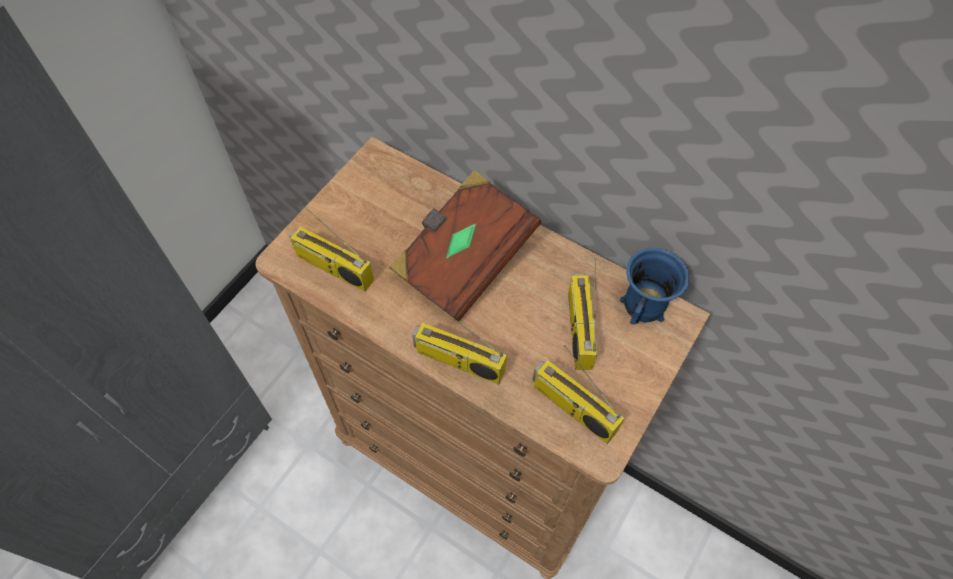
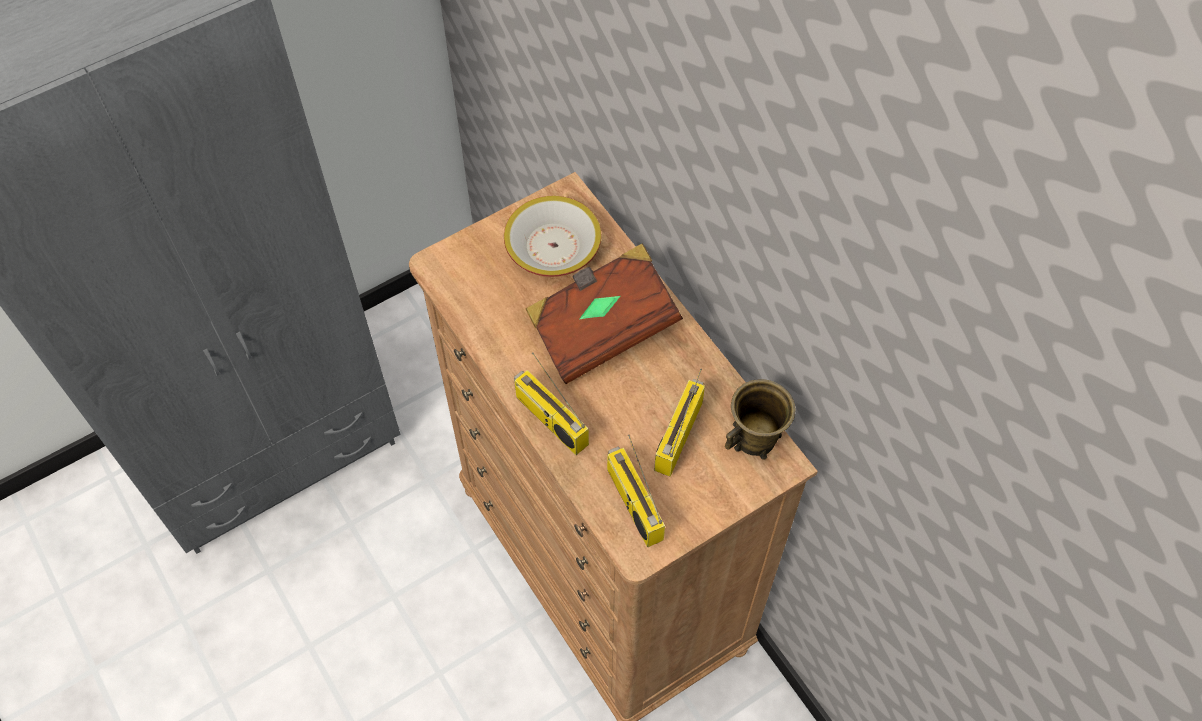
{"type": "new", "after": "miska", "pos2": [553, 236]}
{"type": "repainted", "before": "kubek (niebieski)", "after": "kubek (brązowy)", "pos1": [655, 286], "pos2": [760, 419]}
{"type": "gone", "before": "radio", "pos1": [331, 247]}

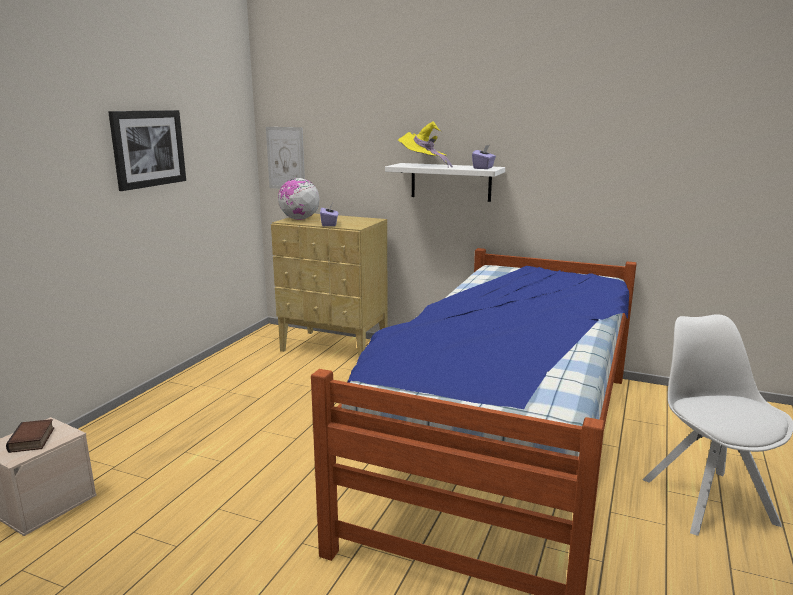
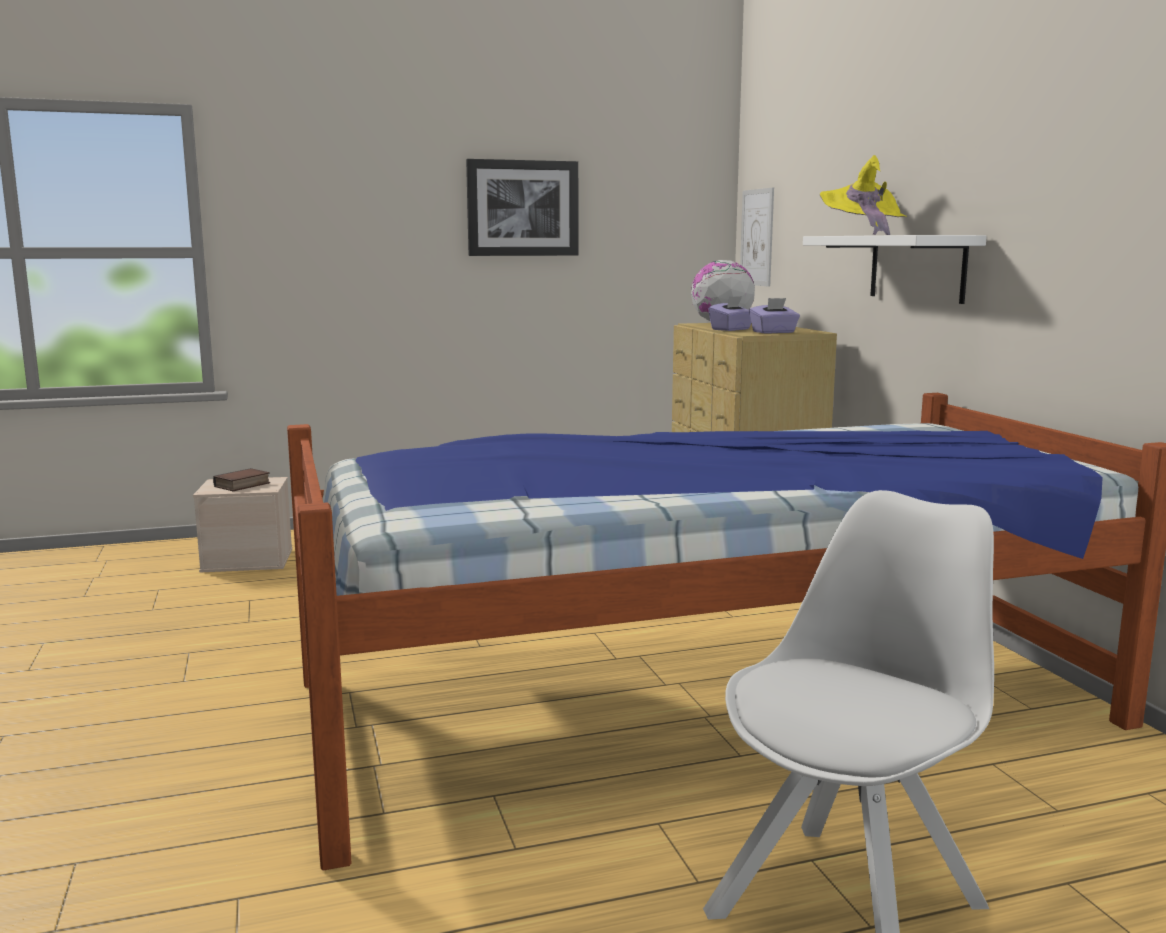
{"type": "shifted", "before": "pudełko chusteczek (fioletowy)", "pos1": [484, 157], "pos2": [774, 316]}

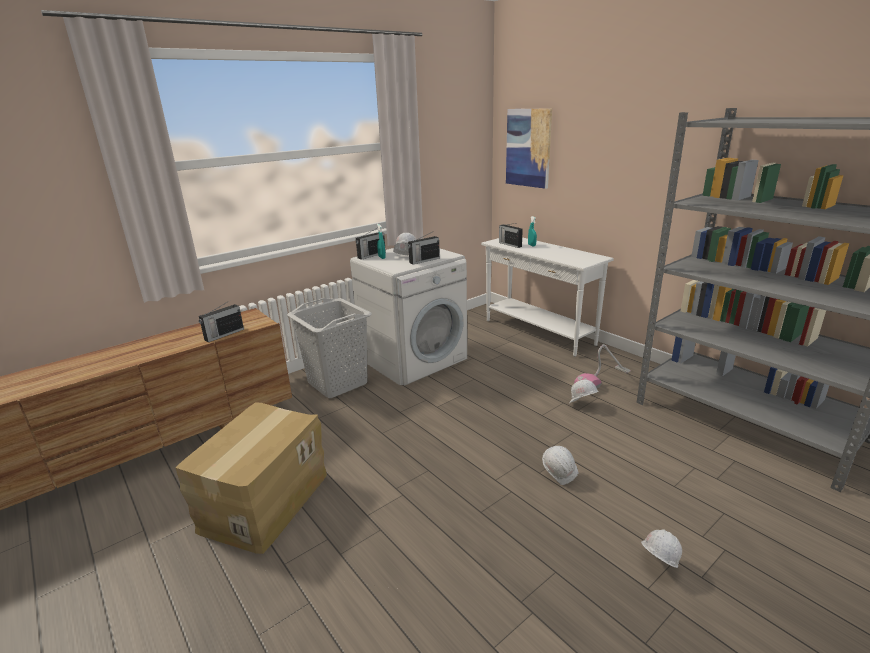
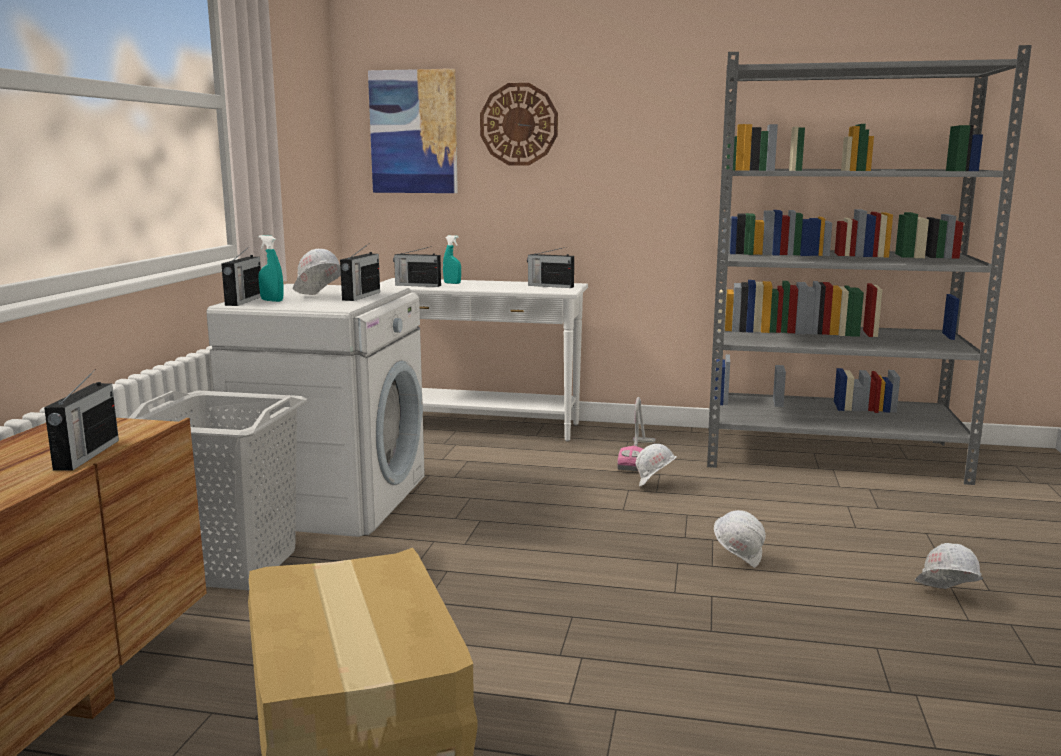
{"type": "new", "after": "zegar ścienny", "pos2": [519, 124]}
{"type": "new", "after": "radio", "pos2": [550, 267]}

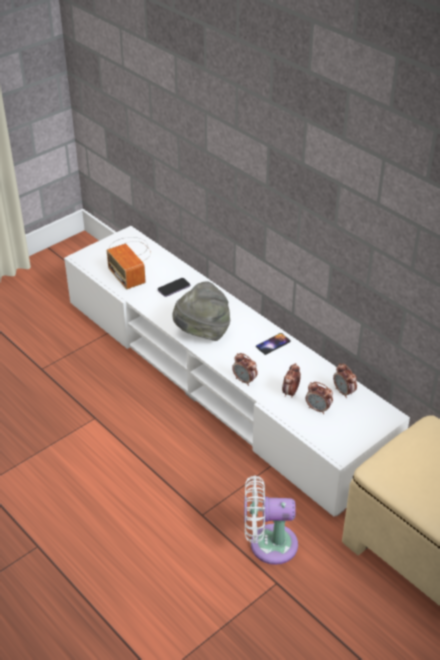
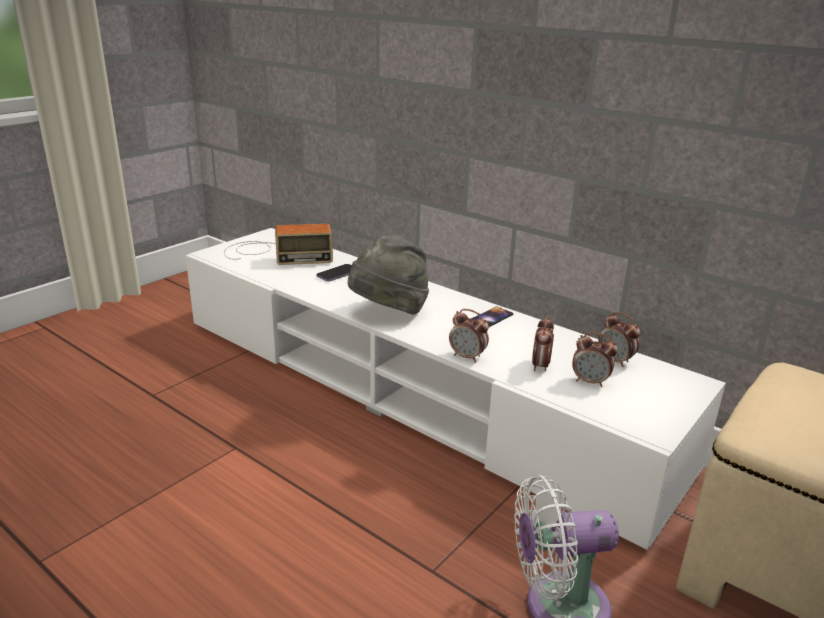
{"type": "rotated", "before": "radio", "pos1": [129, 263], "pos2": [278, 244], "turn": -60}

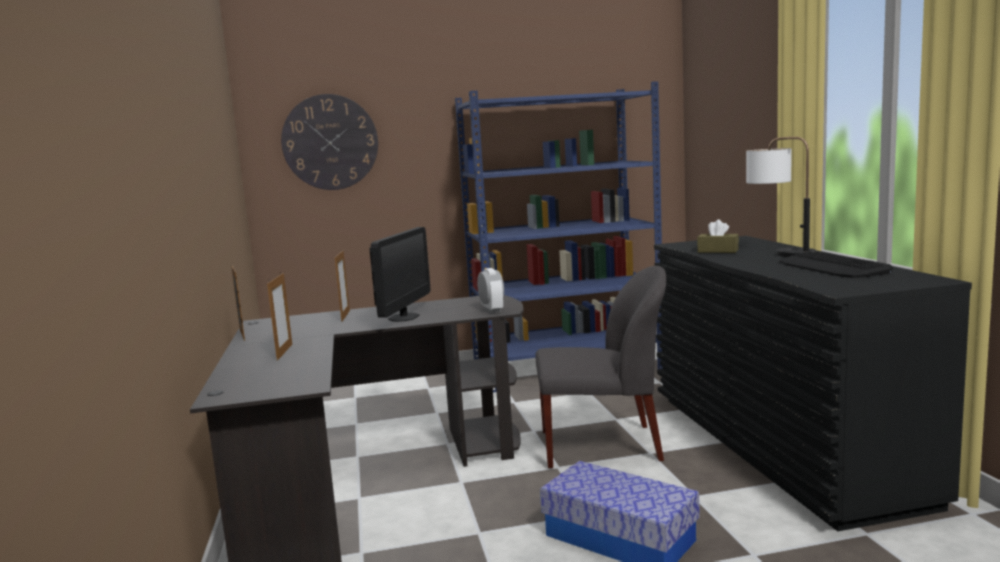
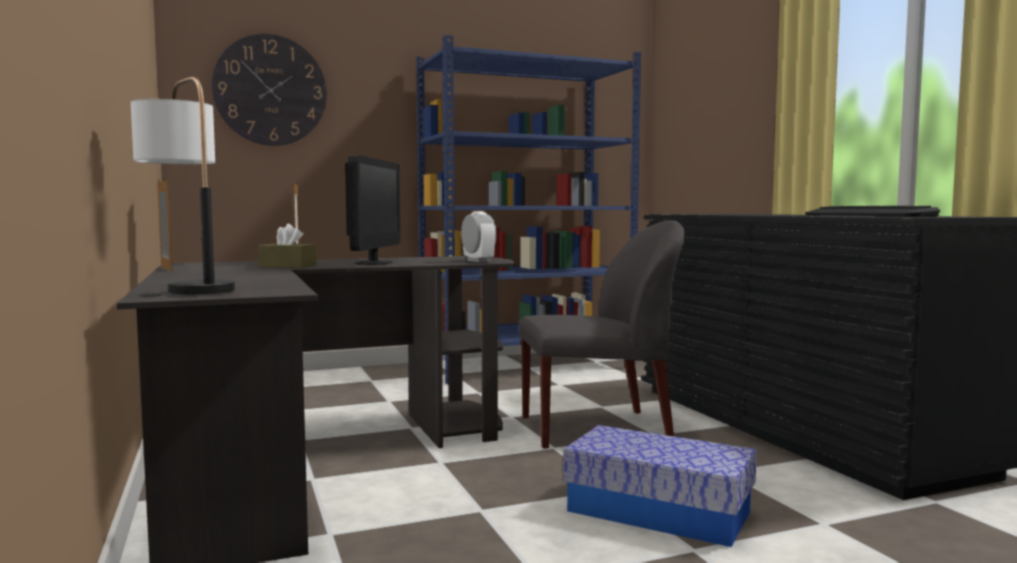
{"type": "shifted", "before": "lampa stołowa", "pos1": [781, 197], "pos2": [183, 185]}
{"type": "shifted", "before": "pudełko chusteczek (brązowy)", "pos1": [718, 236], "pos2": [287, 246]}
{"type": "gone", "before": "ramka na zdjęcie", "pos1": [279, 316]}

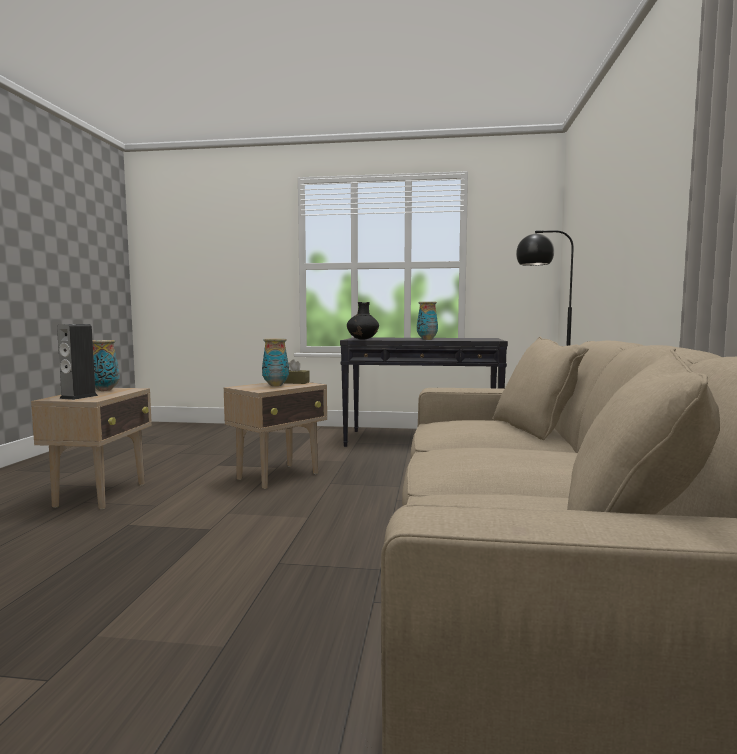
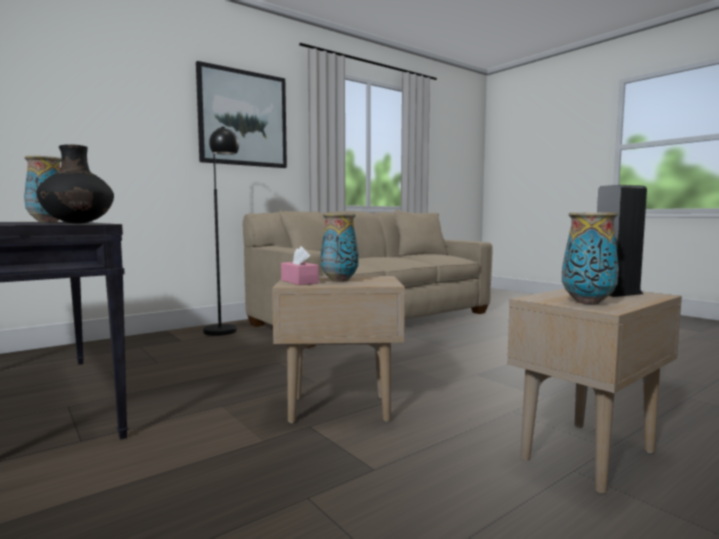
{"type": "new", "after": "obraz", "pos2": [241, 114]}
{"type": "repainted", "before": "pudełko chusteczek (brązowy)", "after": "pudełko chusteczek (różowy)", "pos1": [297, 371], "pos2": [300, 265]}

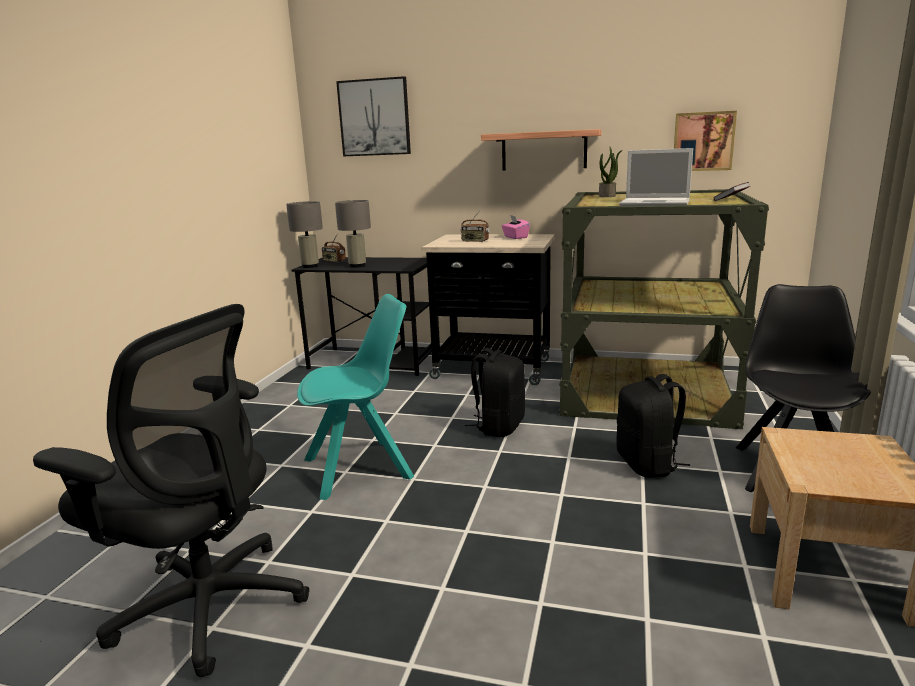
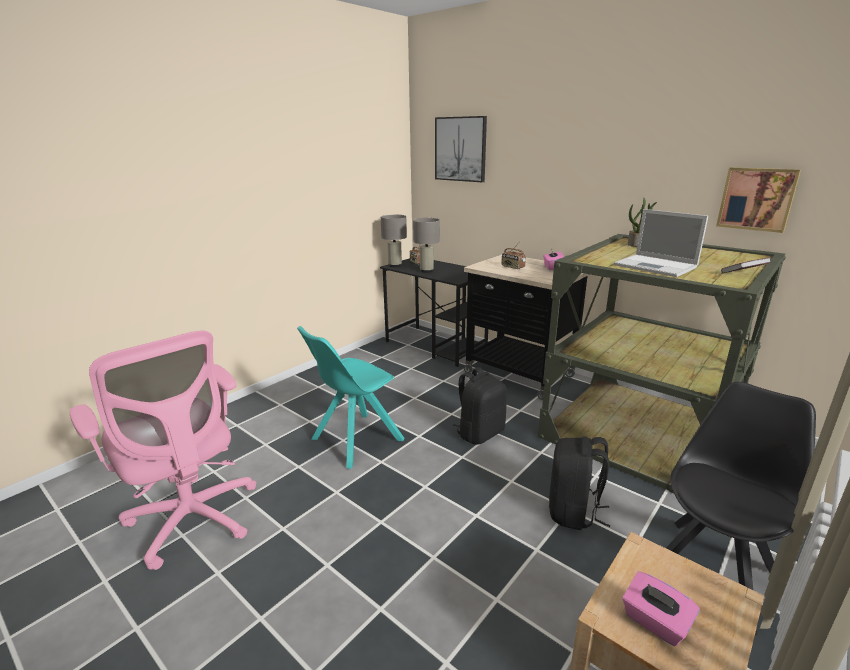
{"type": "repainted", "before": "krzesło biurowe (czarny)", "after": "krzesło biurowe (różowy)", "pos1": [171, 490], "pos2": [163, 450]}
{"type": "rotated", "before": "krzesło (turkusowy)", "pos1": [355, 397], "pos2": [350, 397], "turn": 135}
{"type": "new", "after": "pudełko chusteczek (różowy)", "pos2": [661, 608]}
{"type": "gone", "before": "półka", "pos1": [541, 150]}

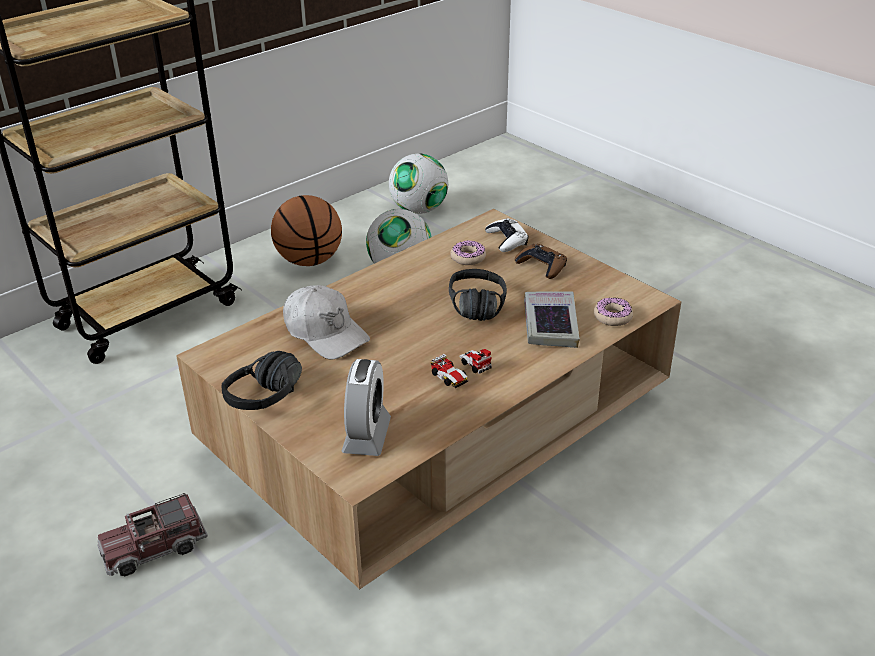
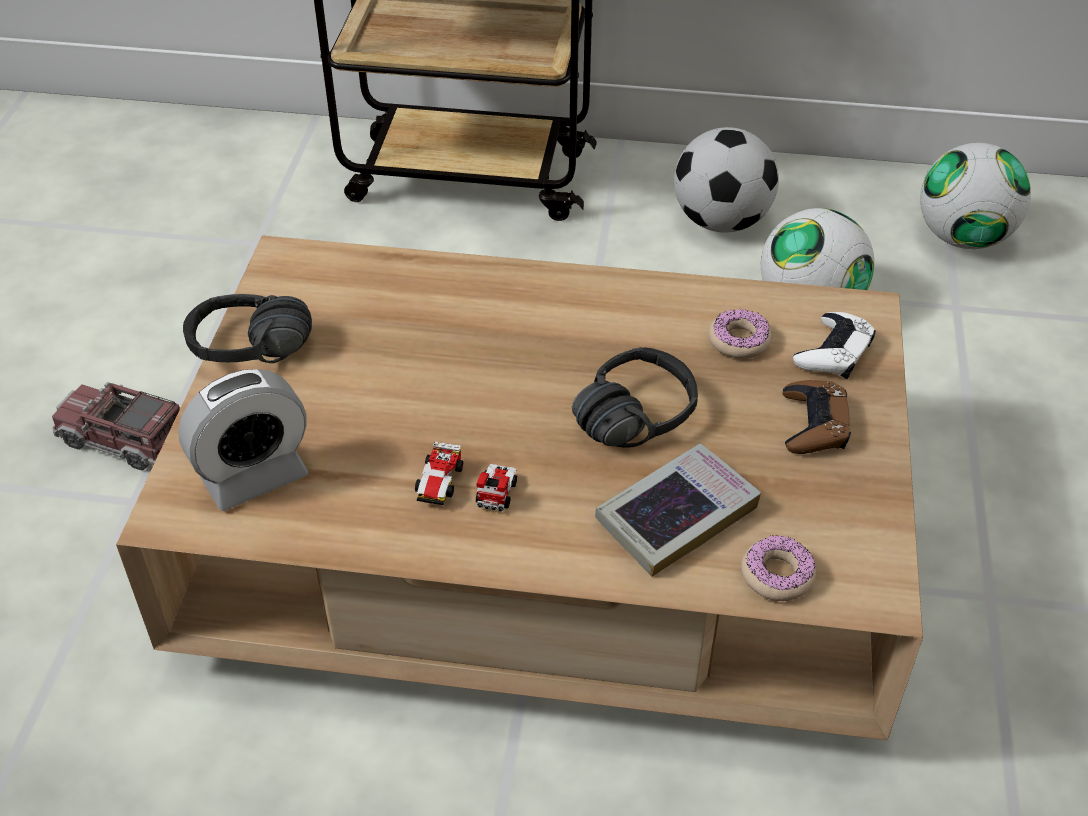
{"type": "swapped", "before": "piłka do koszykówki", "after": "piłka futbolowa", "pos1": [306, 230], "pos2": [726, 180]}
{"type": "gone", "before": "czapka z daszkiem (biały)", "pos1": [326, 322]}

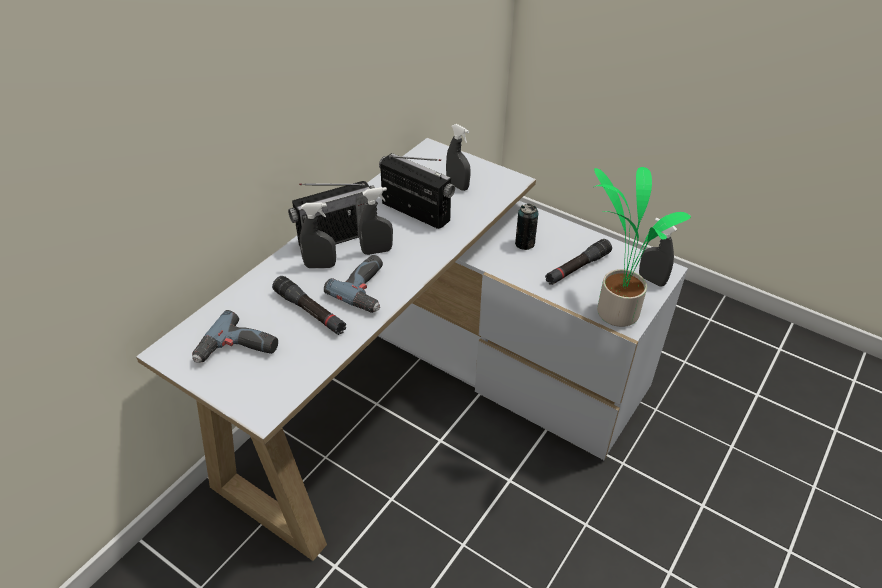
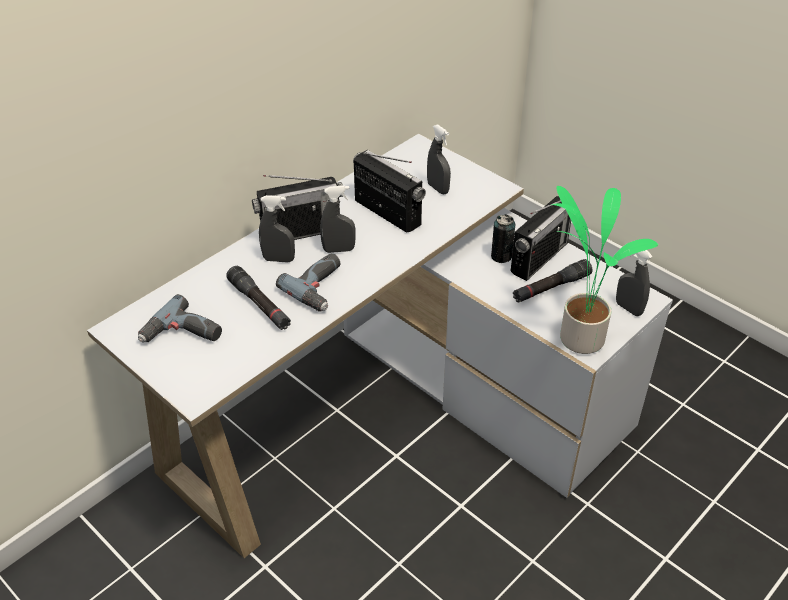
{"type": "new", "after": "radio", "pos2": [541, 238]}

